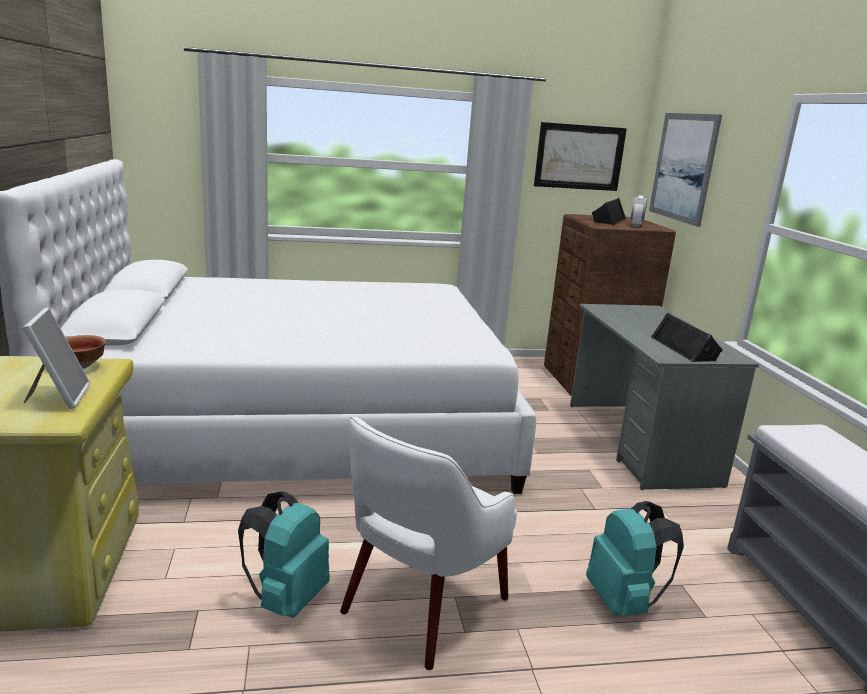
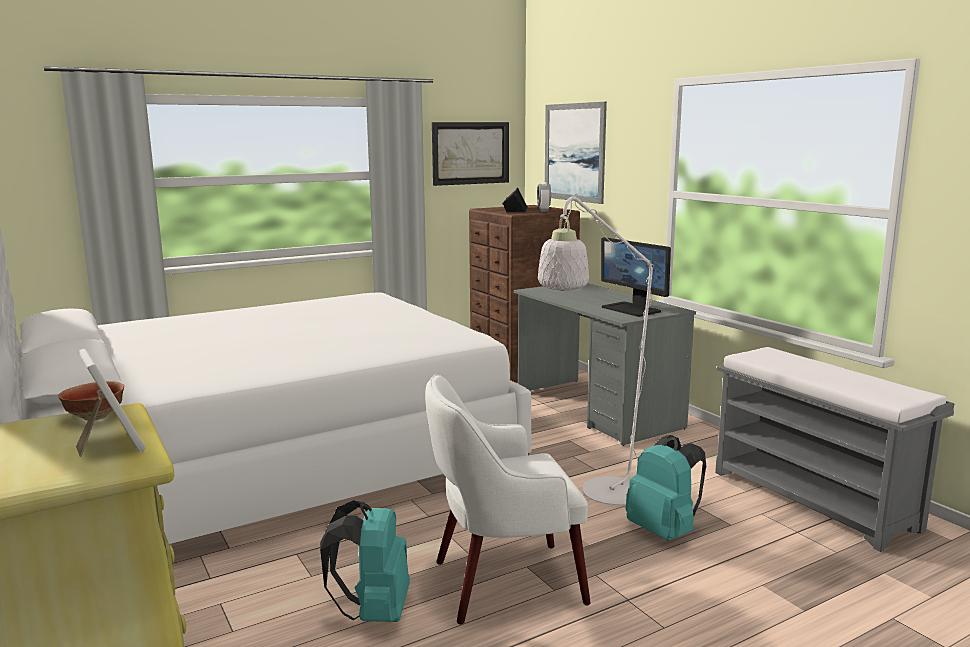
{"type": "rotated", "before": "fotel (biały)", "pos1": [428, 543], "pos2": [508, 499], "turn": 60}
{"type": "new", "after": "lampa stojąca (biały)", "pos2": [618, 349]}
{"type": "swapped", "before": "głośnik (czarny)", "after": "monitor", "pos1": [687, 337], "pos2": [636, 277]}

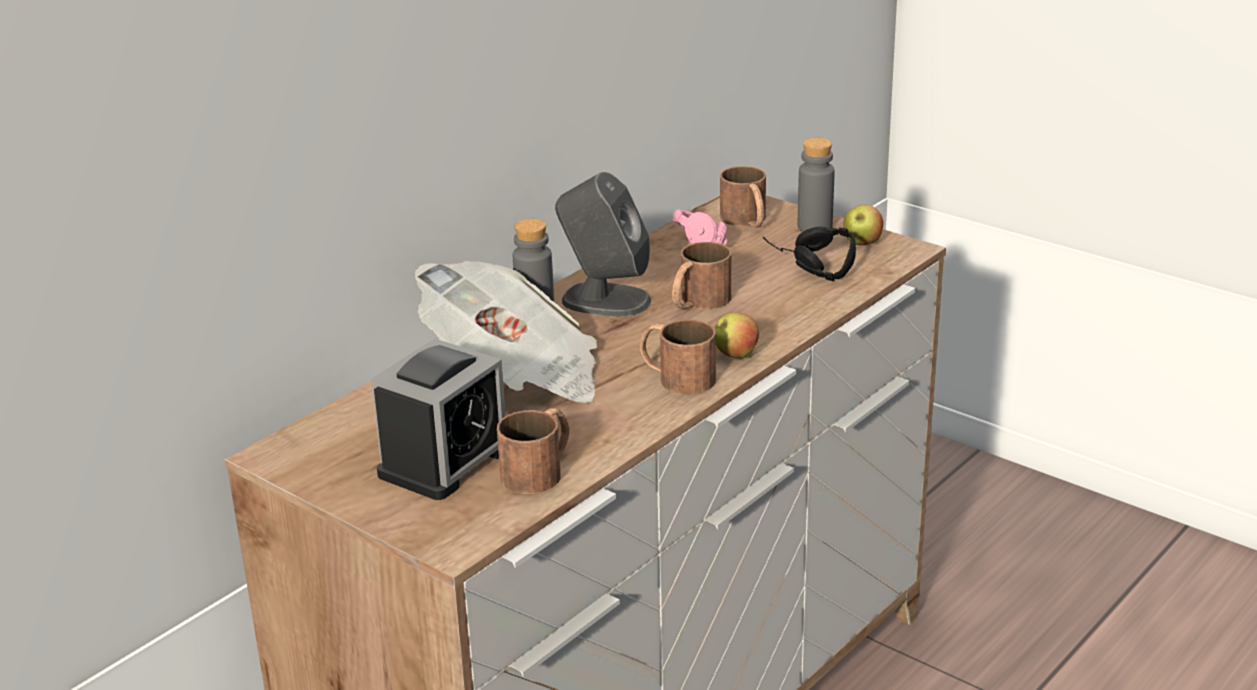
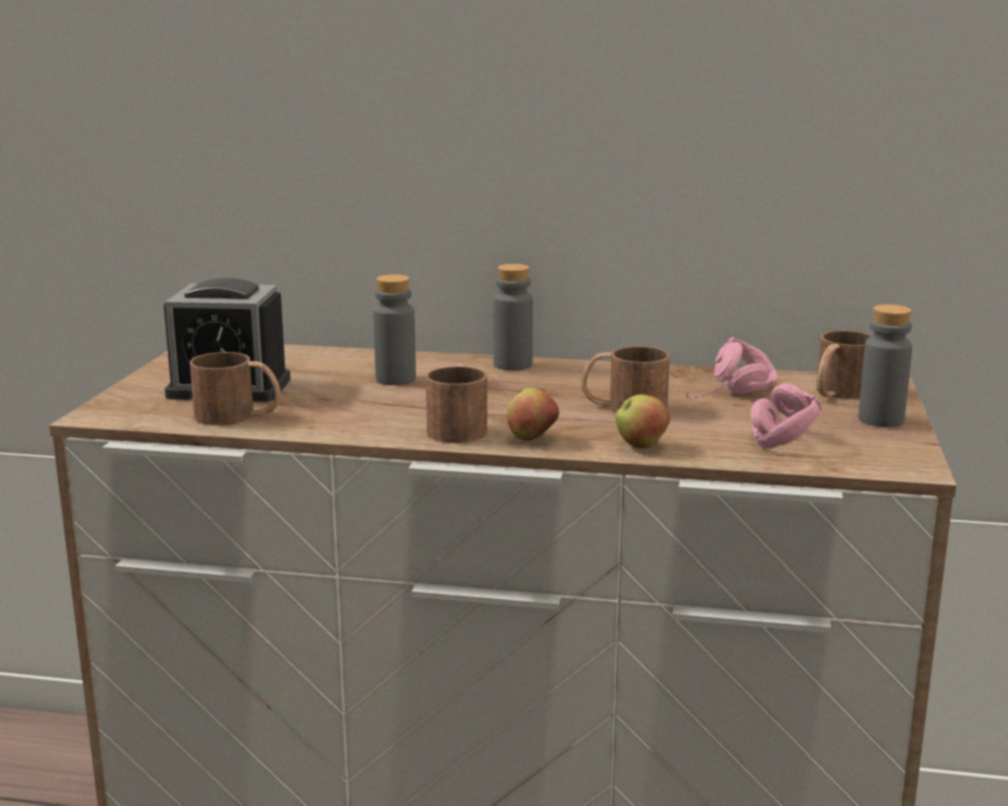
{"type": "swapped", "before": "gazeta", "after": "butelka (szary)", "pos1": [506, 332], "pos2": [394, 329]}
{"type": "shifted", "before": "jabłko", "pos1": [863, 225], "pos2": [642, 422]}
{"type": "repainted", "before": "słuchawki (czarny)", "after": "słuchawki (różowy)", "pos1": [809, 254], "pos2": [786, 416]}
{"type": "gone", "before": "głośnik (szary)", "pos1": [603, 244]}

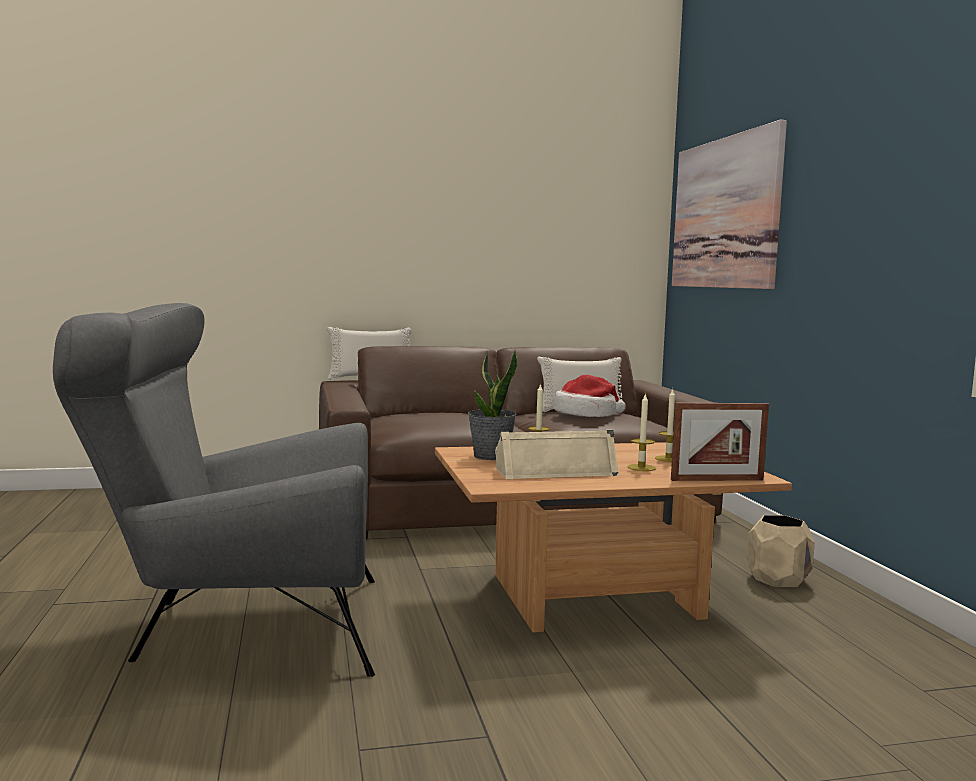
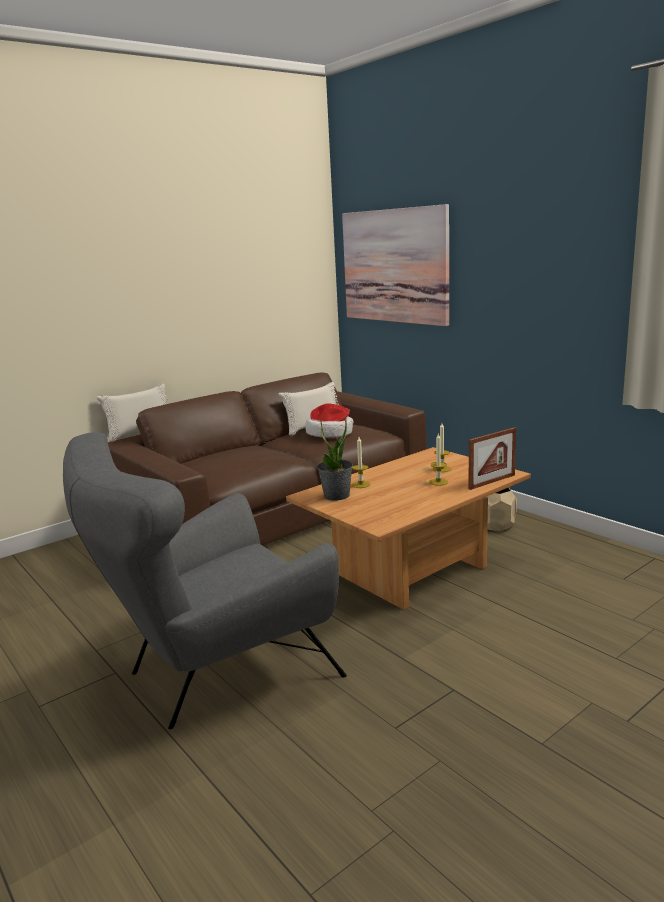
{"type": "gone", "before": "głośnik (beżowy)", "pos1": [557, 455]}

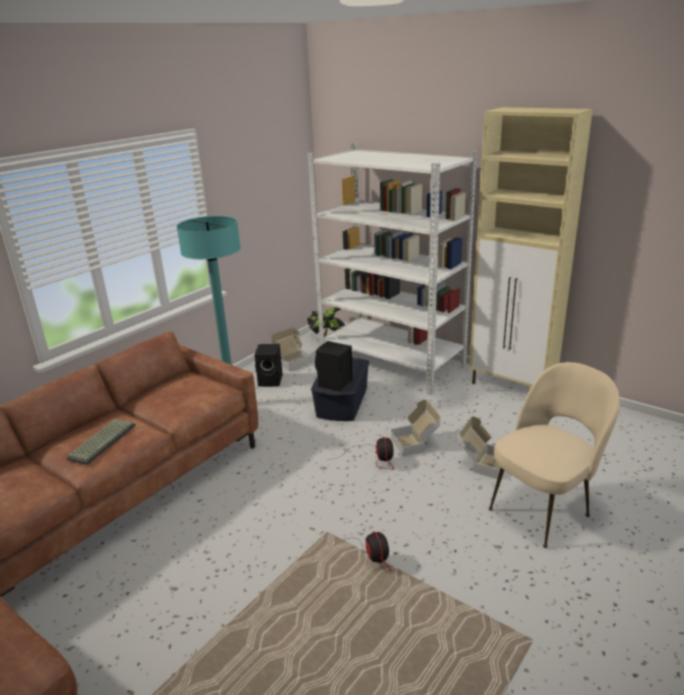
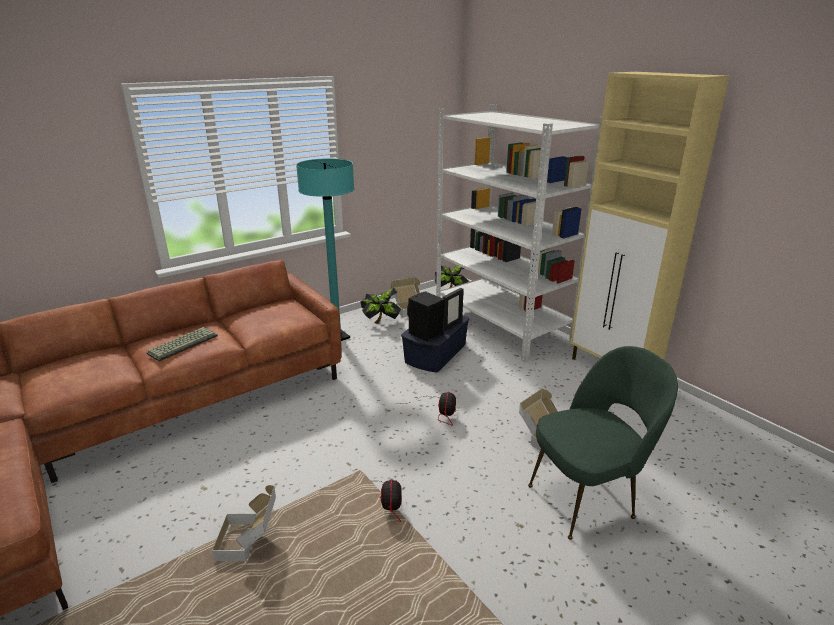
{"type": "shifted", "before": "karton", "pos1": [415, 428], "pos2": [244, 523]}
{"type": "swapped", "before": "głośnik (czarny)", "after": "roślina doniczkowa", "pos1": [268, 365], "pos2": [380, 306]}
{"type": "new", "after": "ramka na zdjęcie", "pos2": [453, 309]}
{"type": "repainted", "before": "krzesło (beżowy)", "after": "krzesło (zielony)", "pos1": [554, 455], "pos2": [603, 443]}

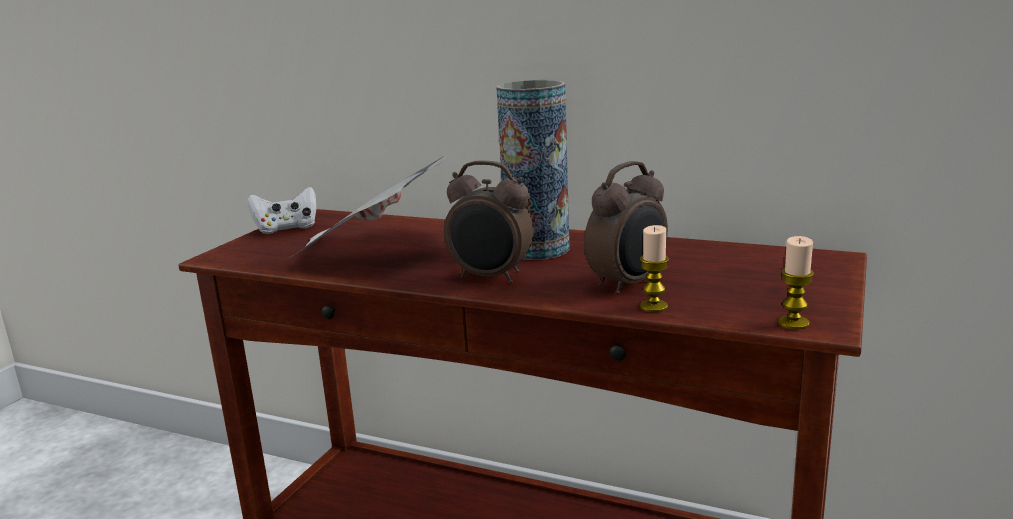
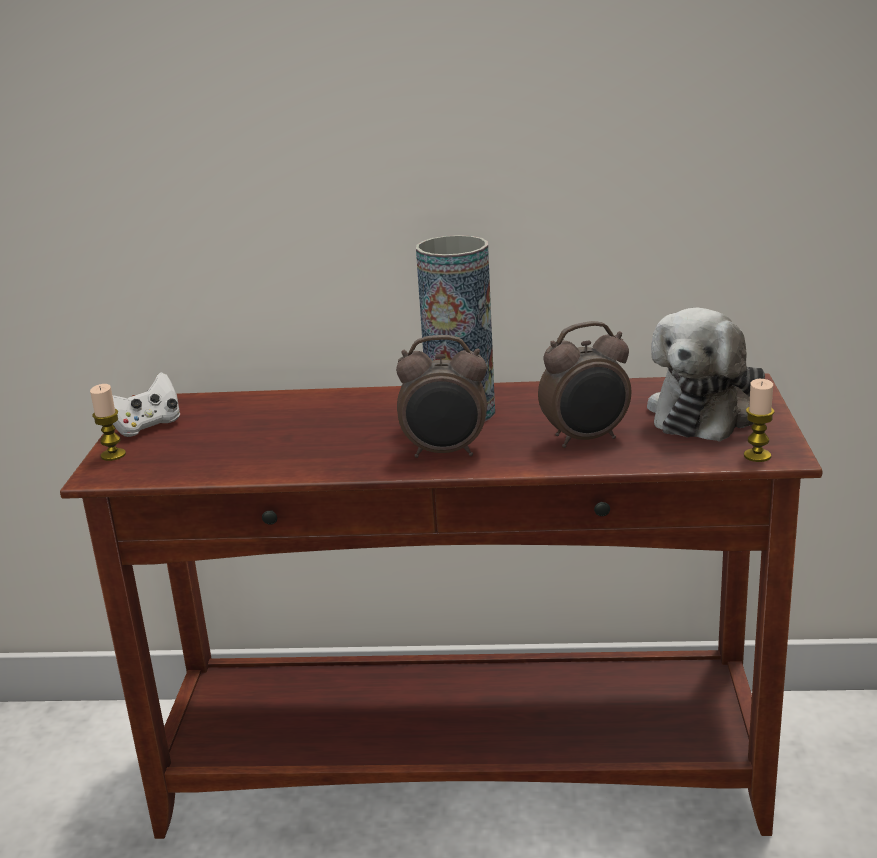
{"type": "shifted", "before": "świeca", "pos1": [654, 268], "pos2": [108, 422]}
{"type": "rotated", "before": "budzik", "pos1": [626, 228], "pos2": [584, 384], "turn": 45}
{"type": "new", "after": "pluszak", "pos2": [706, 375]}
{"type": "gone", "before": "gazeta", "pos1": [367, 206]}

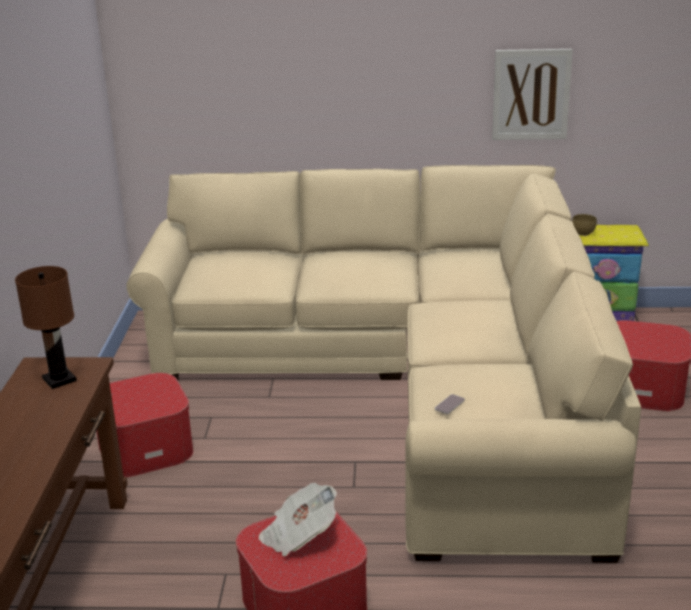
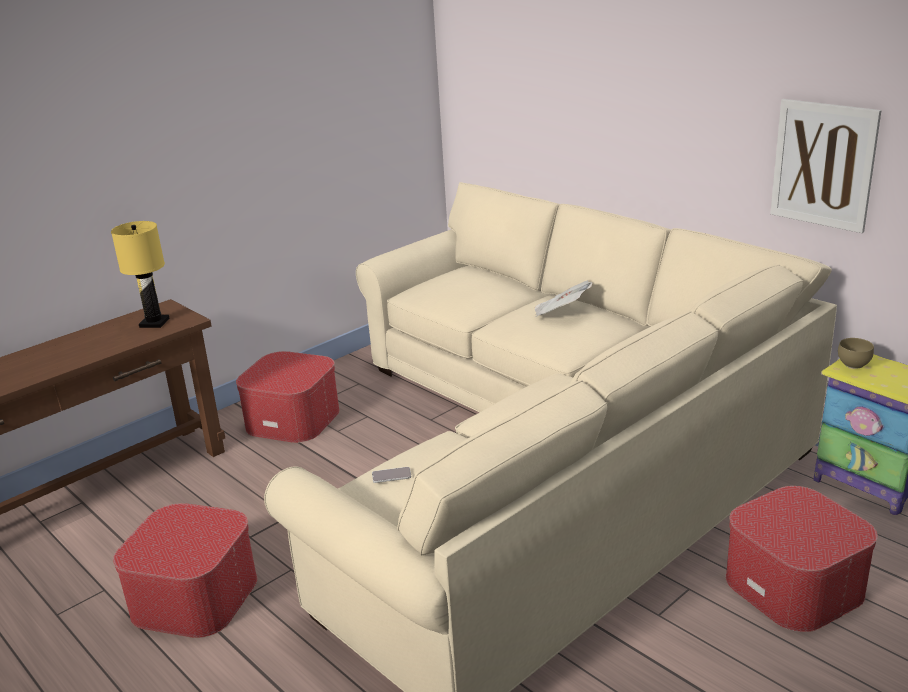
{"type": "repainted", "before": "lampa stołowa (brązowy)", "after": "lampa stołowa (żółty)", "pos1": [46, 327], "pos2": [140, 274]}
{"type": "shifted", "before": "gazeta", "pos1": [298, 519], "pos2": [563, 298]}

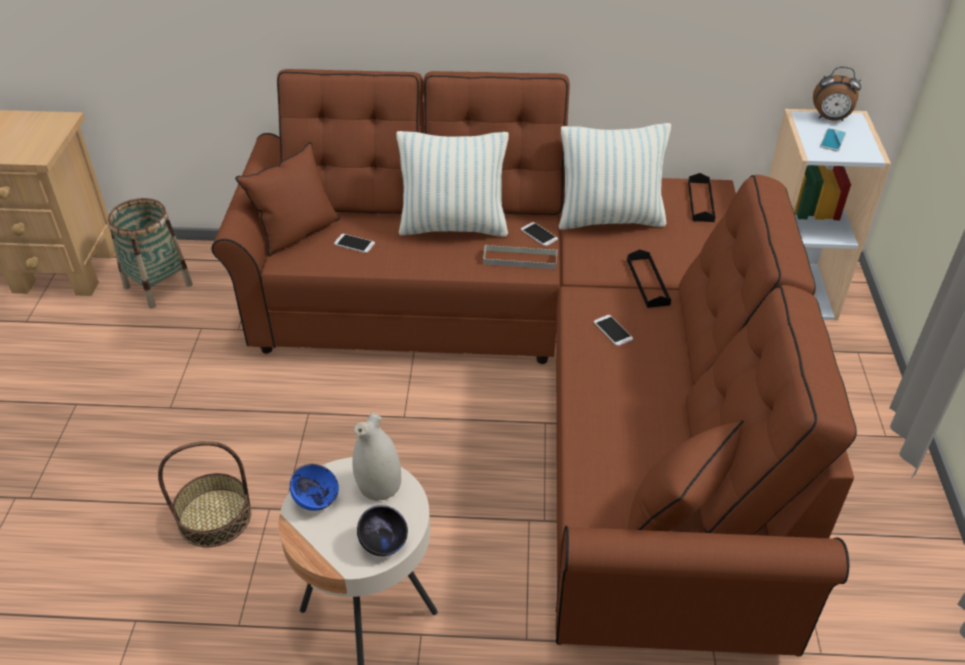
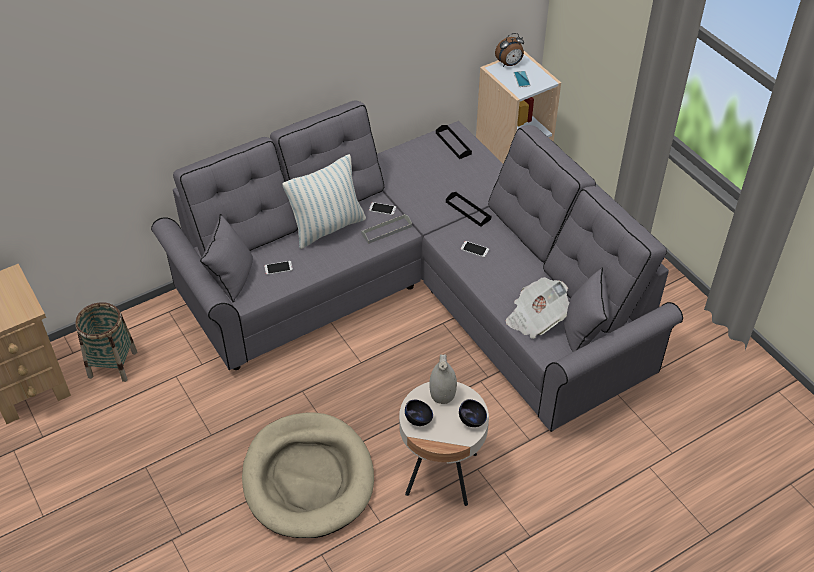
{"type": "repainted", "before": "kanapa (brązowy)", "after": "kanapa (szary)", "pos1": [534, 362], "pos2": [417, 266]}
{"type": "swapped", "before": "koszyk", "after": "legowisko (beżowy)", "pos1": [204, 494], "pos2": [308, 475]}
{"type": "repainted", "before": "miska (niebieski)", "after": "miska (czarny)", "pos1": [314, 487], "pos2": [419, 413]}
{"type": "new", "after": "gazeta", "pos2": [538, 308]}
{"type": "gone", "before": "poduszka", "pos1": [614, 176]}

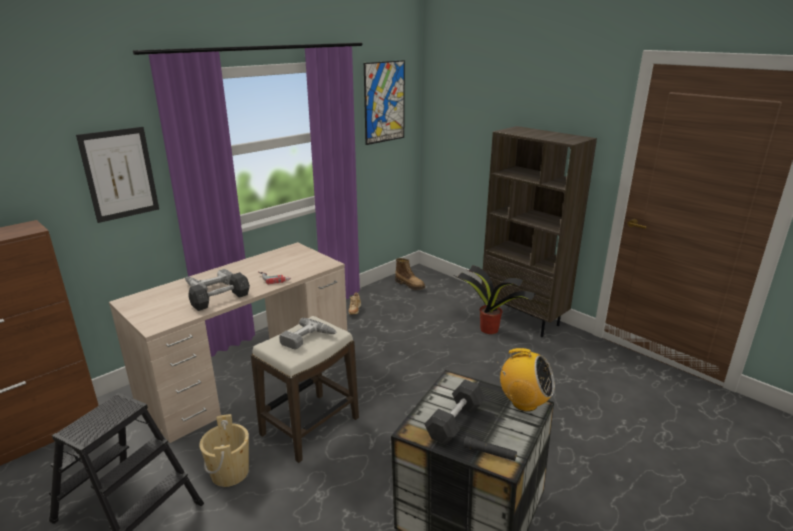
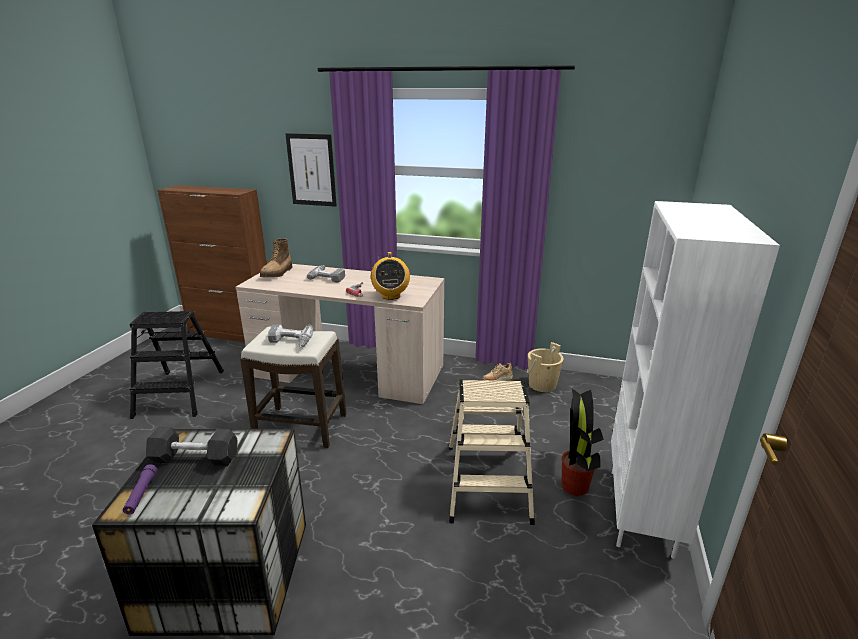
{"type": "repainted", "before": "latarka (czarny)", "after": "latarka (fioletowy)", "pos1": [490, 448], "pos2": [140, 489]}
{"type": "shifted", "before": "but z cholewką", "pos1": [410, 274], "pos2": [276, 258]}
{"type": "shifted", "before": "radio", "pos1": [526, 379], "pos2": [390, 276]}
{"type": "new", "after": "drabinka (beżowy)", "pos2": [491, 452]}
{"type": "shifted", "before": "wiadro (beżowy)", "pos1": [224, 450], "pos2": [545, 367]}
{"type": "repainted", "before": "regał (brązowy)", "after": "regał (biały)", "pos1": [539, 231], "pos2": [695, 380]}
{"type": "gone", "before": "hantel (szary)", "pos1": [219, 291]}
{"type": "gone", "before": "obraz", "pos1": [384, 102]}

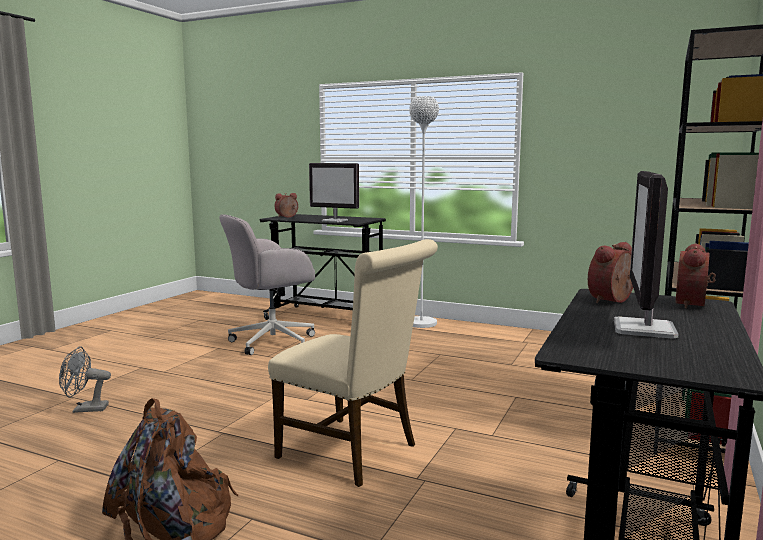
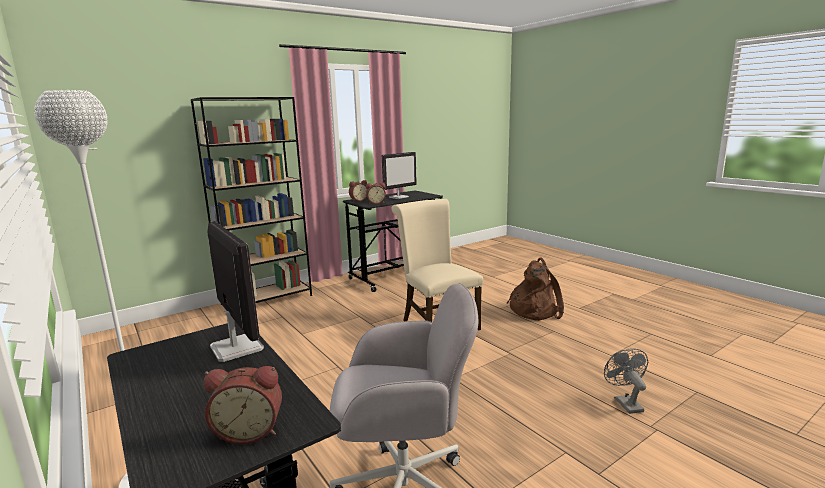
{"type": "rotated", "before": "wentylator (szary)", "pos1": [85, 380], "pos2": [626, 381], "turn": -120}

